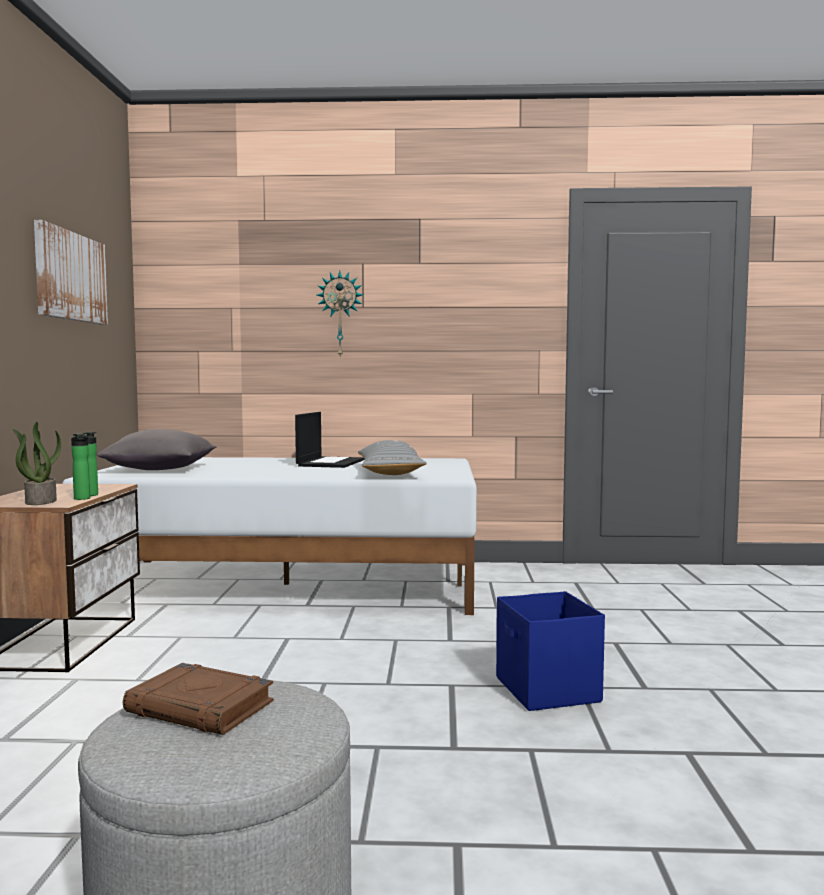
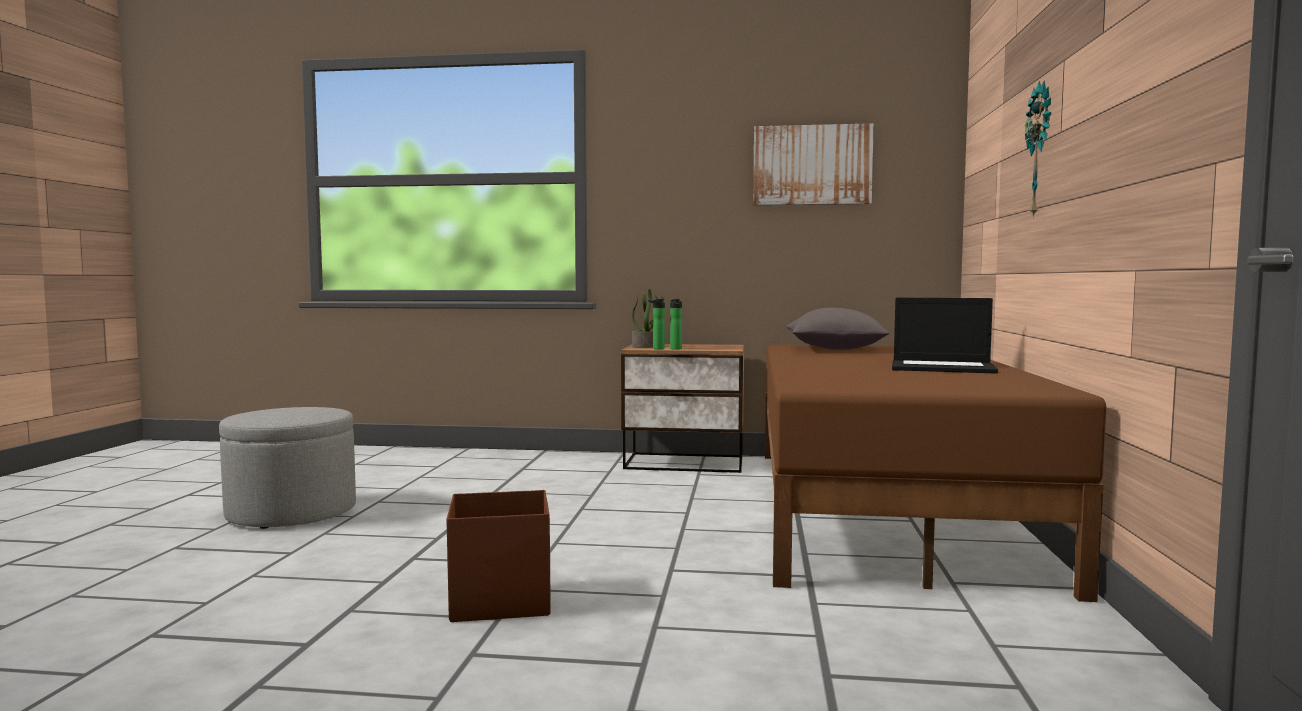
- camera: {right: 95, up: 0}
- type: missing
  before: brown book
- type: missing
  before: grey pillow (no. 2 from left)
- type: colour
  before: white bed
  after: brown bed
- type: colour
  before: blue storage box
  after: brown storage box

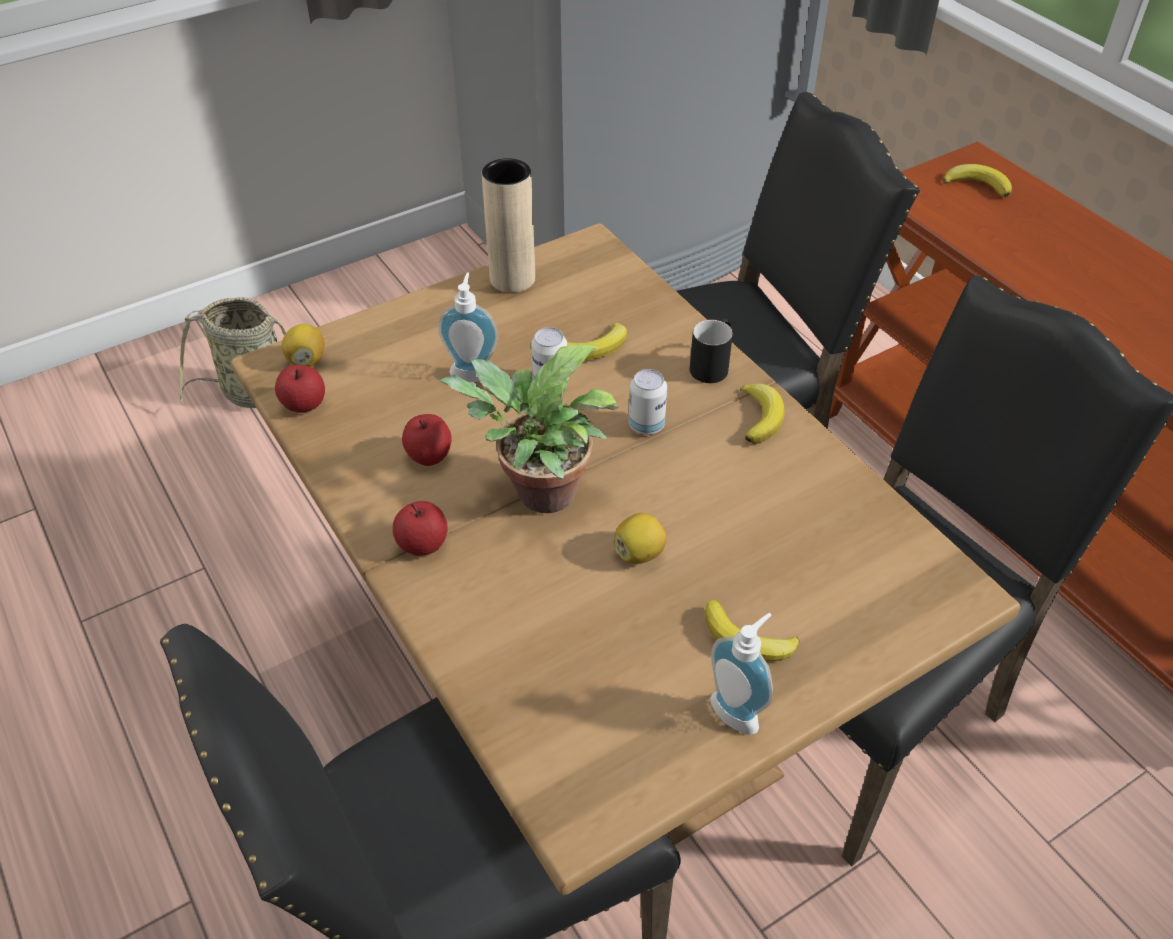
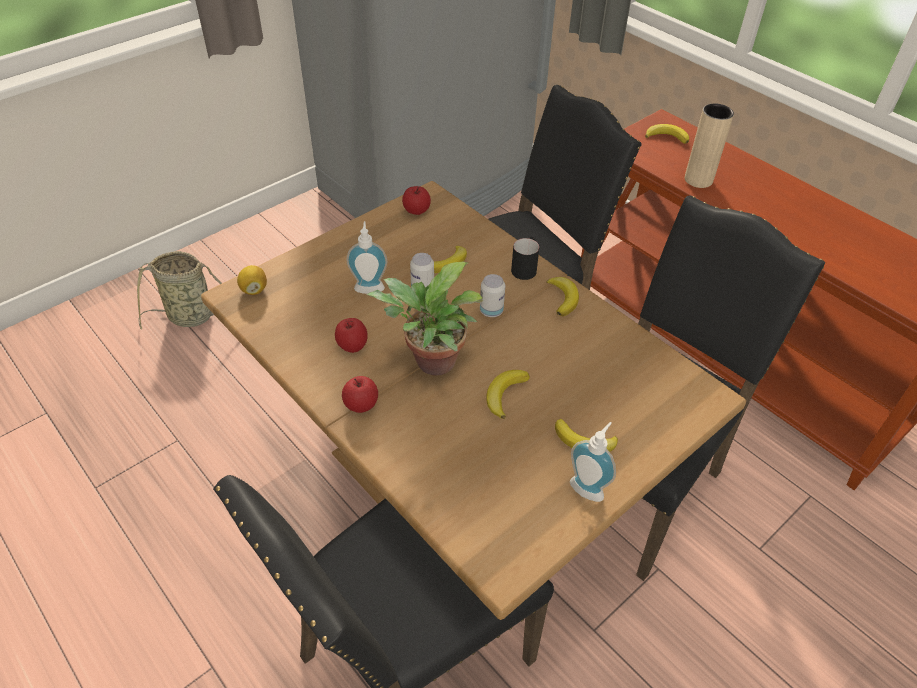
- camera: {right: -10, up: 0}
- type: relocated
  before: apple (no. 1 from left in the first image)
  after: apple (no. 3 from left)
- type: relocated
  before: beige vase
- type: exchanged
  before: lemon (no. 2 from left)
  after: banana (no. 2 from left)

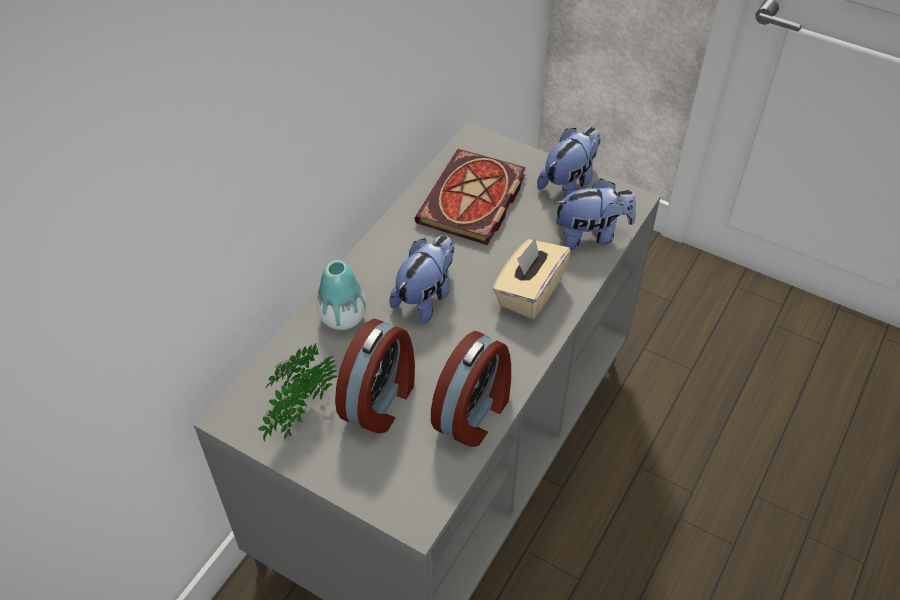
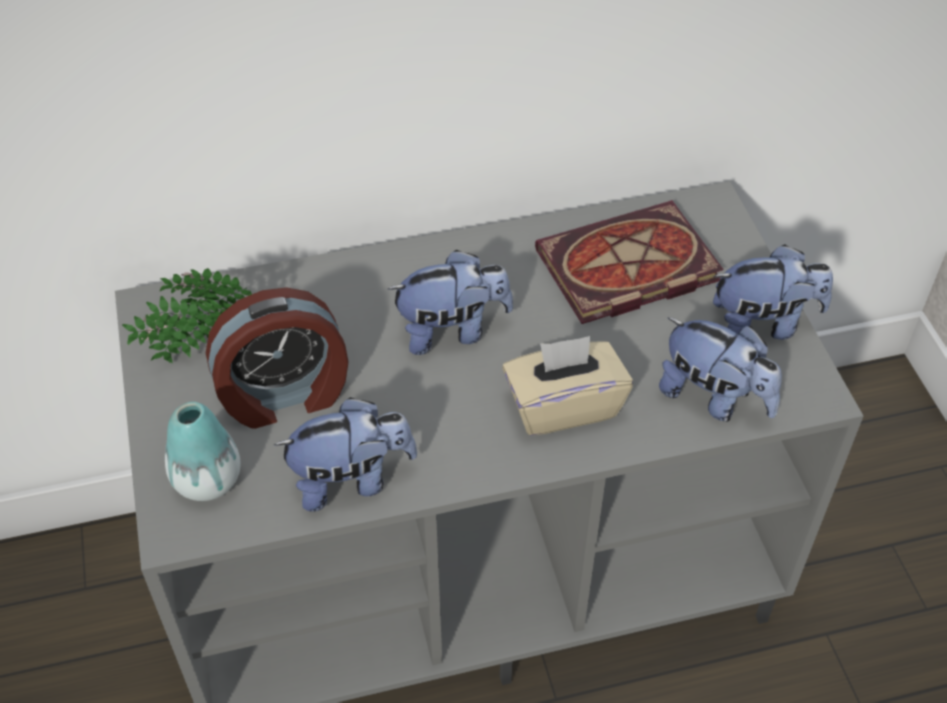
- camera: {right: 45, up: 0}
- type: relocated
  before: vase
- type: exchanged
  before: alarm clock (no. 2 from left)
  after: plush toy (no. 1 from left)

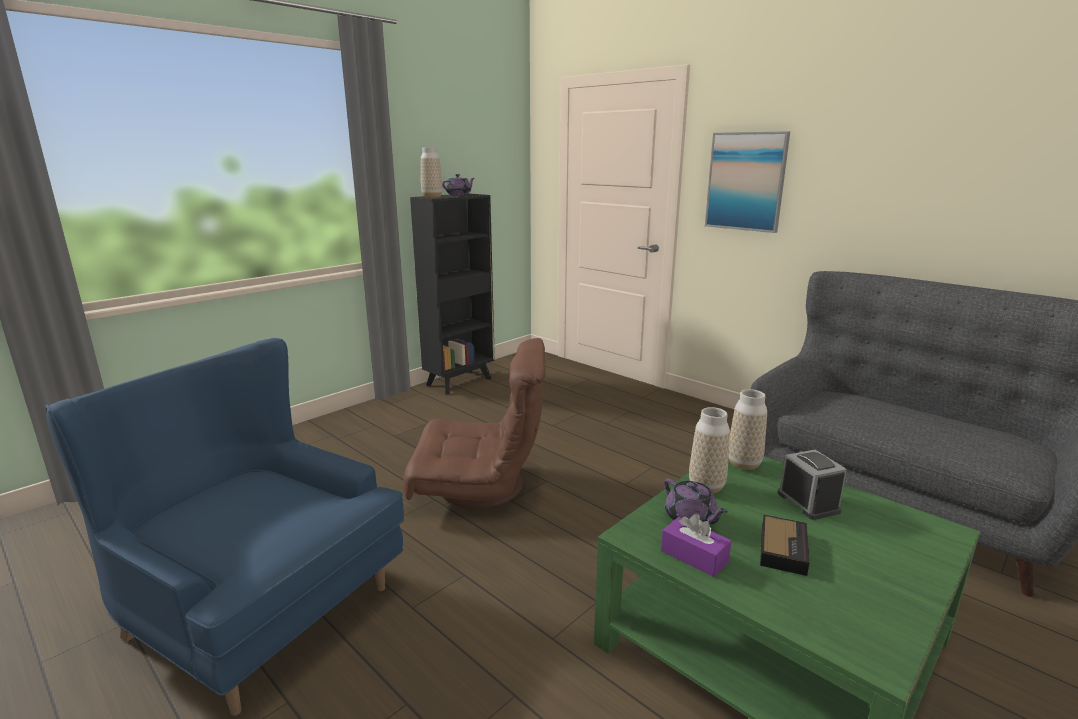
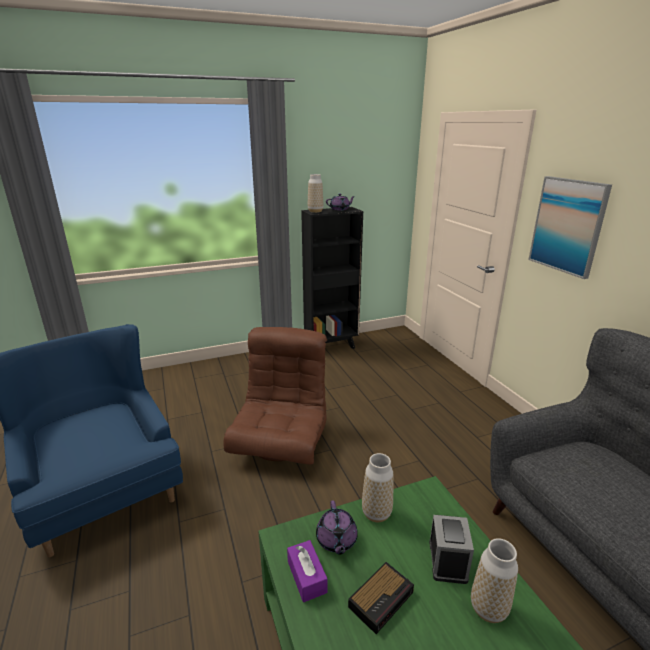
- camera: {right: 25, up: 5}
- type: relocated
  before: vase (no. 3 from left)
- type: spun
  before: brown armchair
  turn: -105

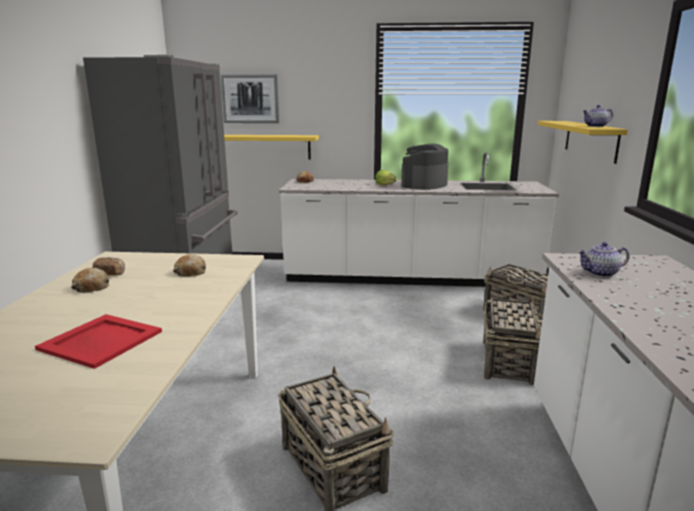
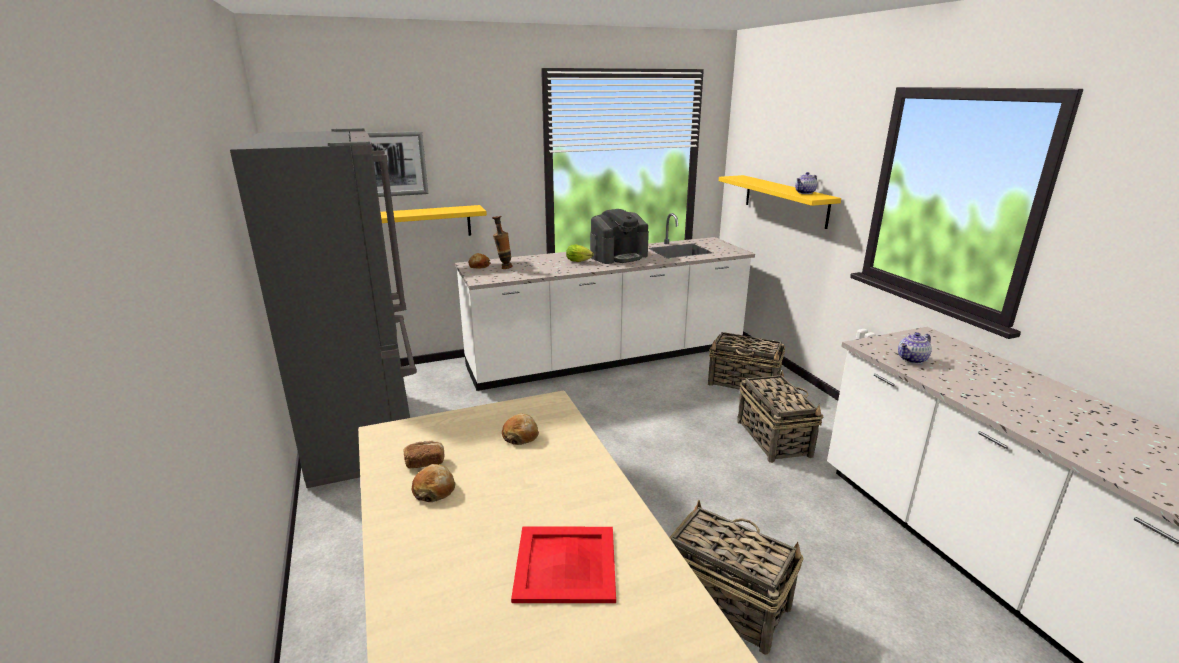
- camera: {right: -25, up: 5}
- type: appeared
  after: vase
- type: spun
  before: coffee machine
  turn: -135

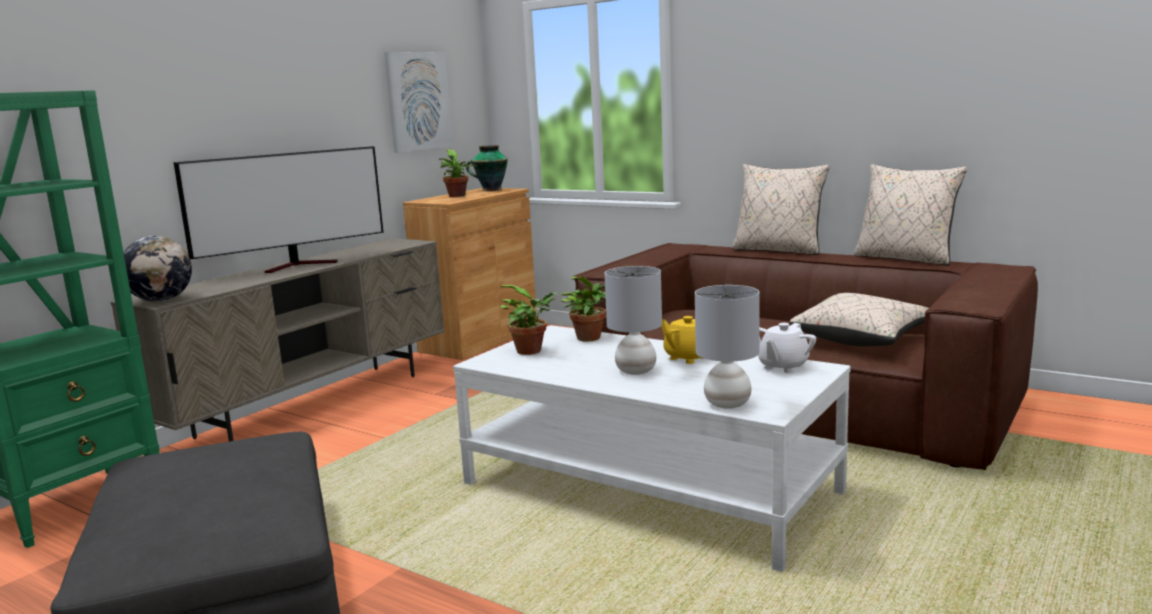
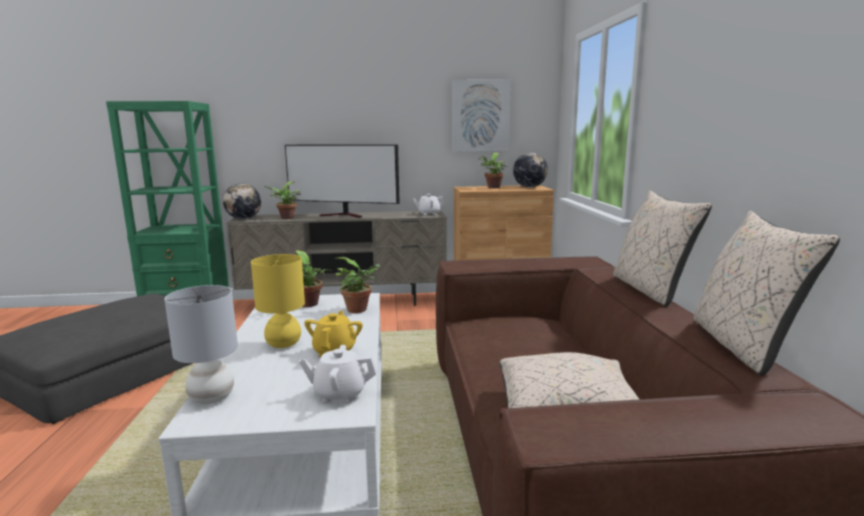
- camera: {right: 50, up: 0}
- type: appeared
  after: potted plant (no. 1 from left)
- type: appeared
  after: white teapot (no. 2 from left)
- type: exchanged
  before: vase
  after: globe (no. 2 from left)
- type: colour
  before: grey table lamp (no. 1 from left)
  after: yellow table lamp

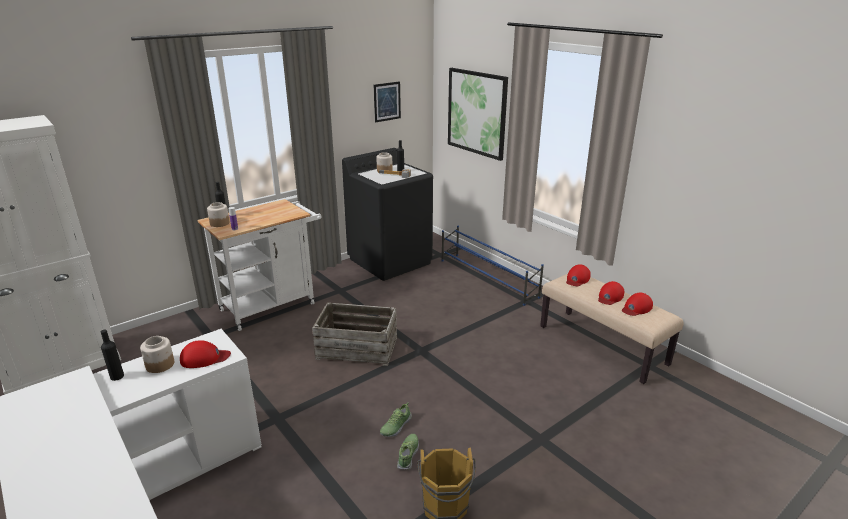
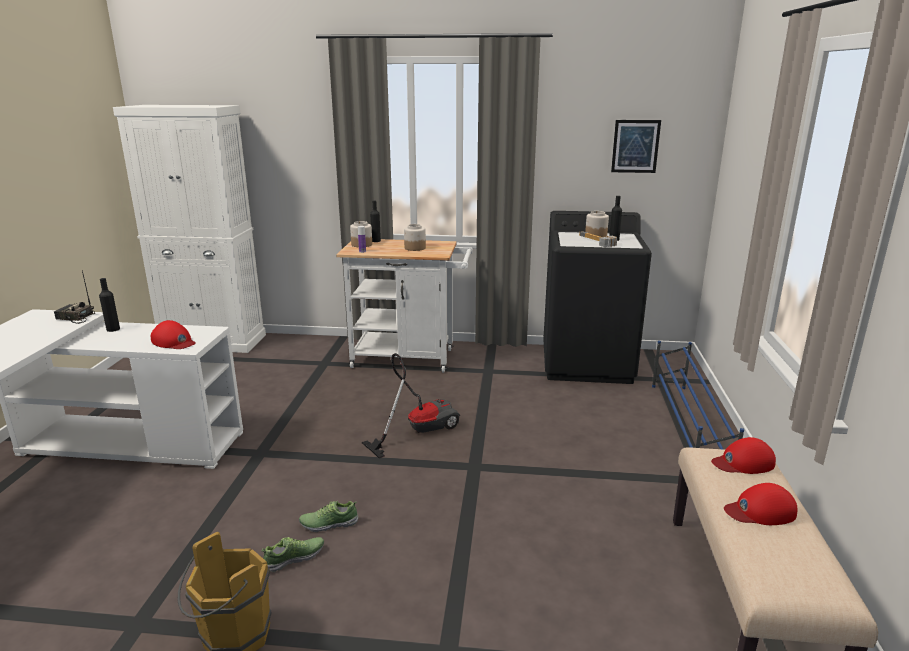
- camera: {right: 45, up: -5}
- type: missing
  before: picture (no. 2 from left)
- type: missing
  before: red cap (no. 4 from left)
- type: appeared
  after: radio
- type: relocated
  before: jar (no. 1 from left in the first image)
  after: jar (no. 2 from left)
- type: exchanged
  before: crate
  after: vacuum cleaner

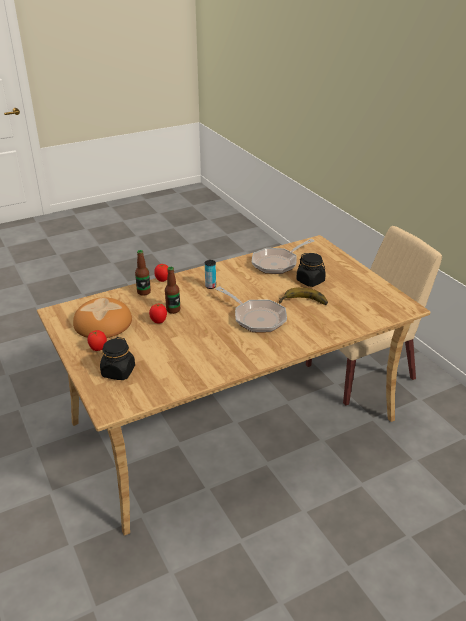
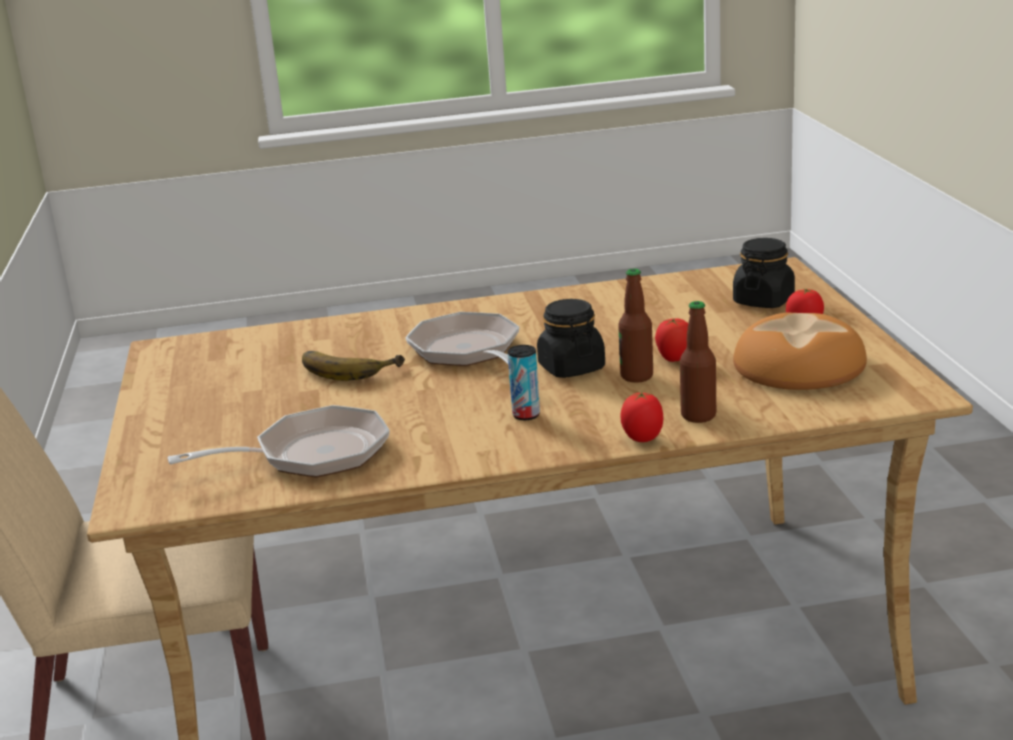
- camera: {right: -160, up: -10}
- type: relocated
  before: black jar (no. 2 from left in the first image)
  after: black jar (no. 1 from left)

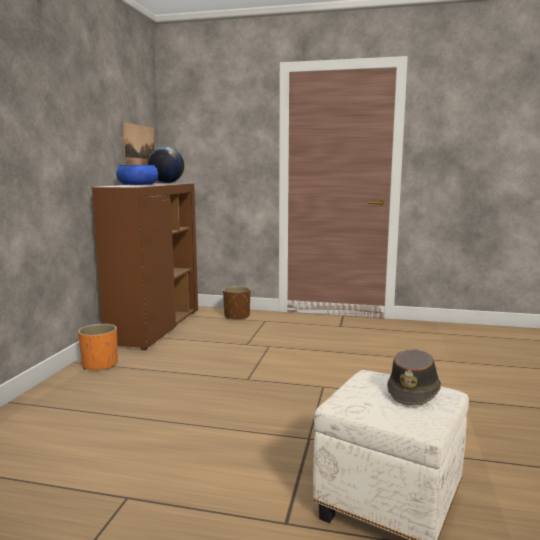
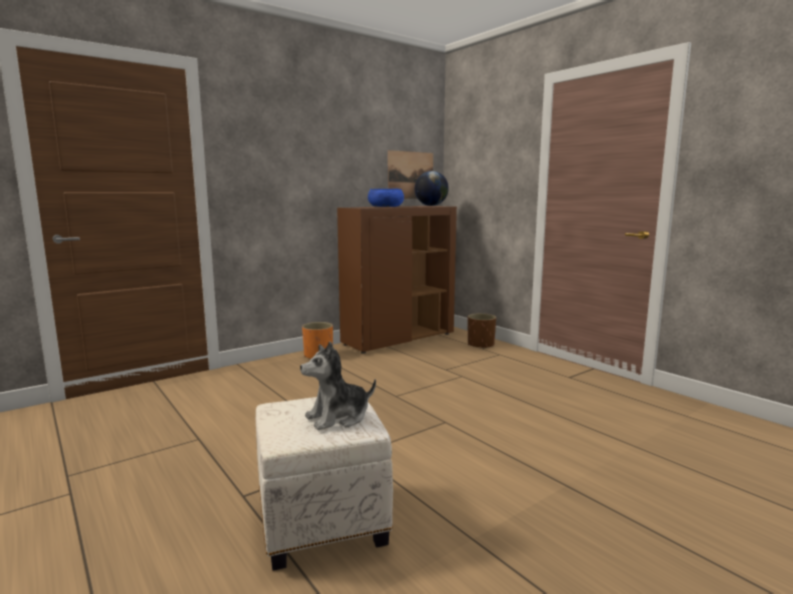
- camera: {right: 40, up: 0}
- type: exchanged
  before: brown hat
  after: plush toy

